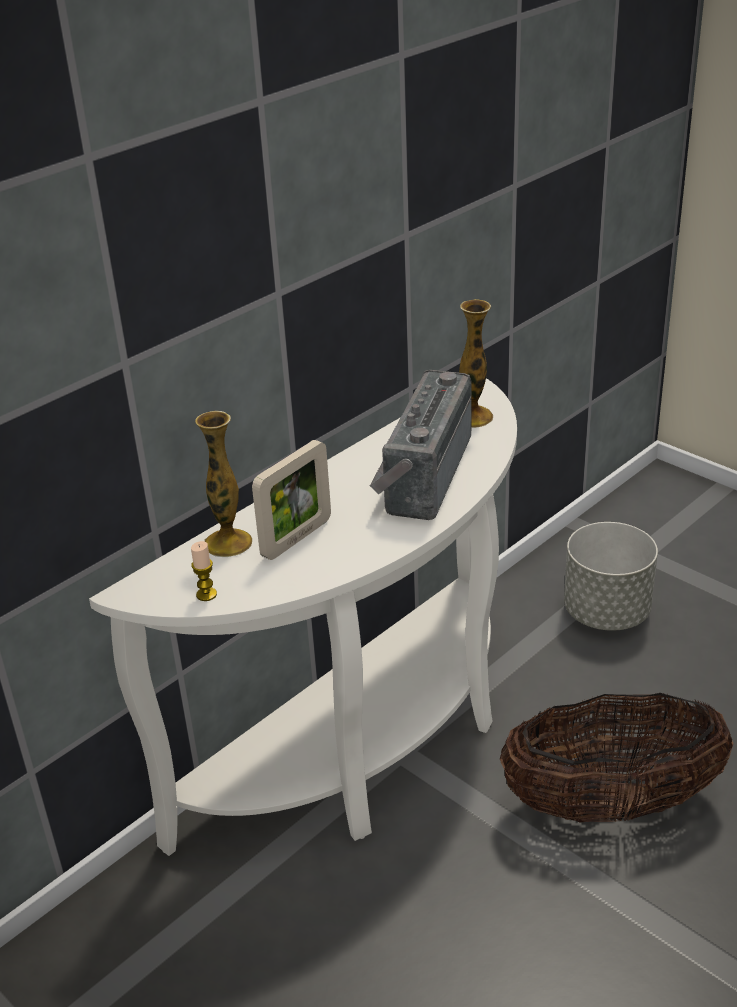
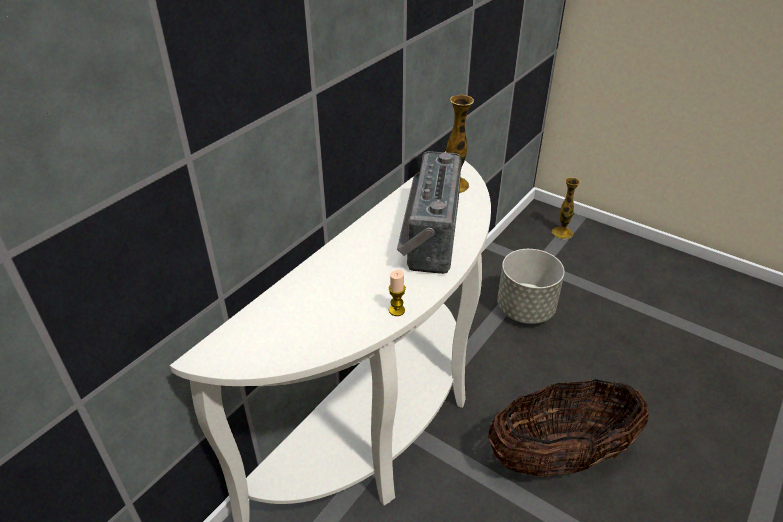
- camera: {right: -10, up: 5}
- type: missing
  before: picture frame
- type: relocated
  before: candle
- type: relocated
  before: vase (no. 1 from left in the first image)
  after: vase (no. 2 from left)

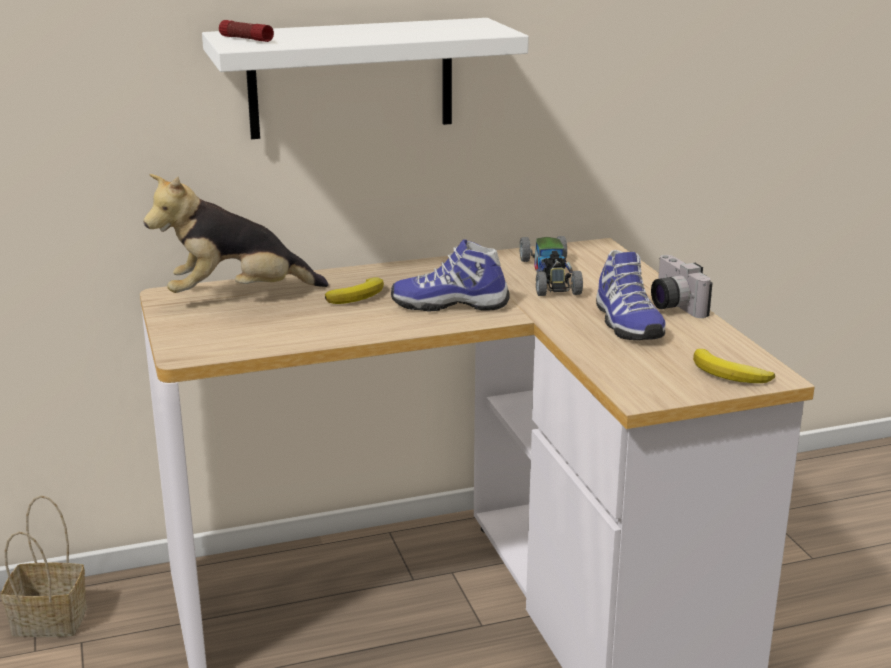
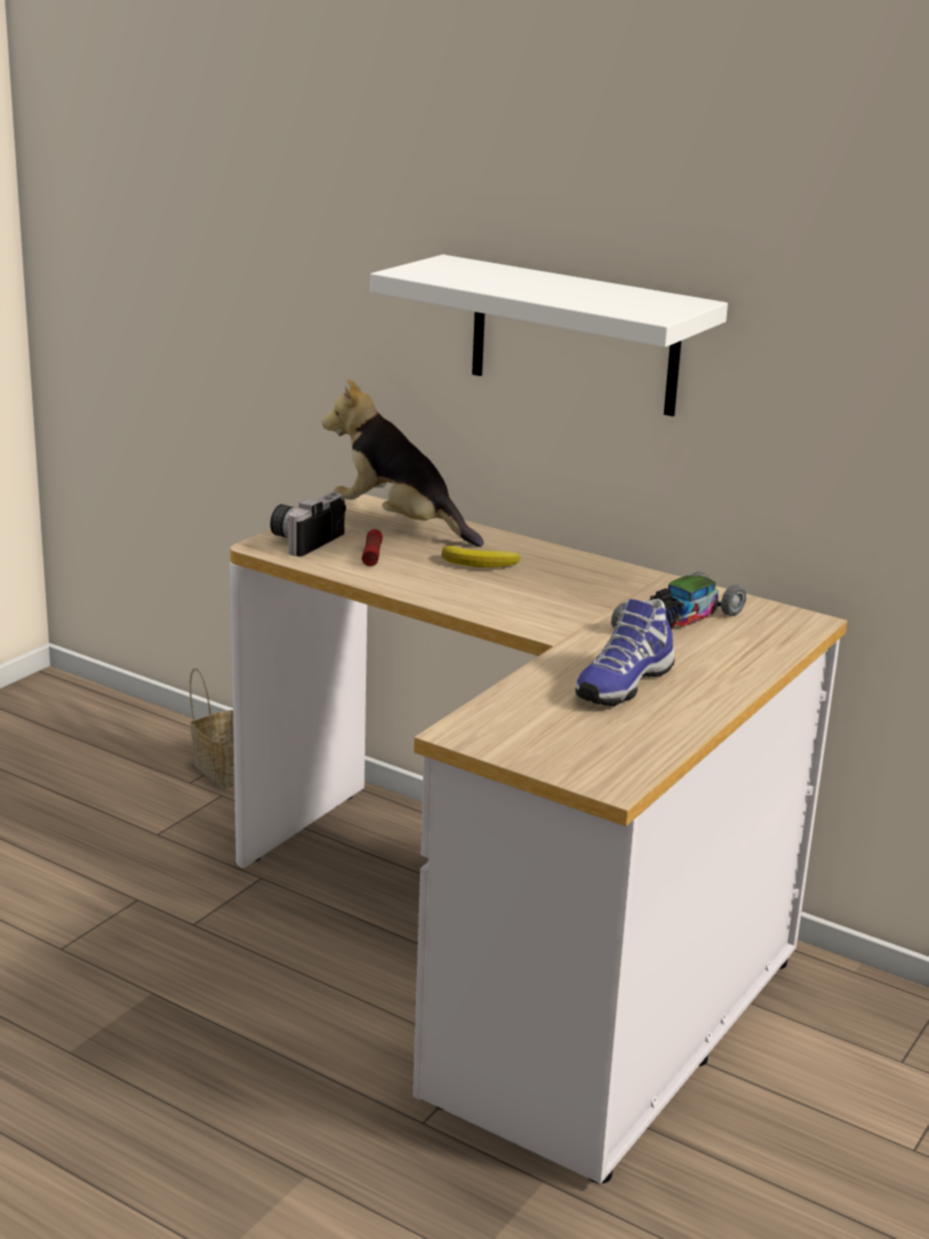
- camera: {right: 50, up: 0}
- type: missing
  before: shoe (no. 1 from left)
- type: missing
  before: banana (no. 2 from left)
- type: relocated
  before: flashlight
- type: relocated
  before: photo camera

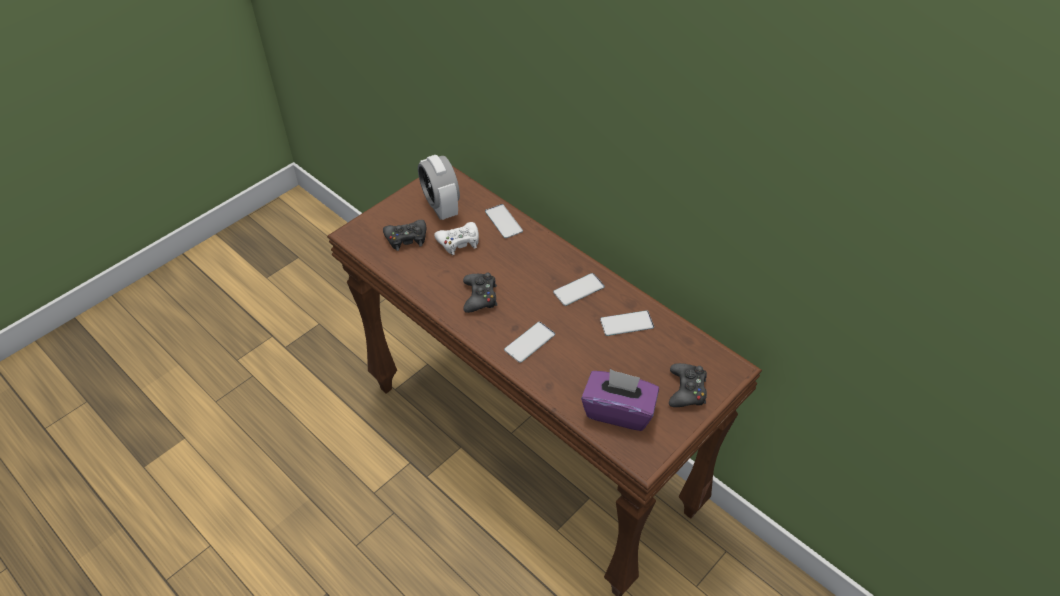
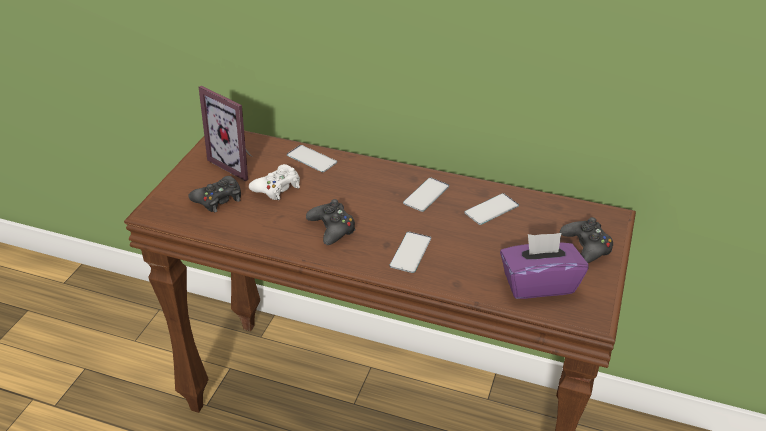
- camera: {right: -25, up: -10}
- type: exchanged
  before: alarm clock
  after: picture frame

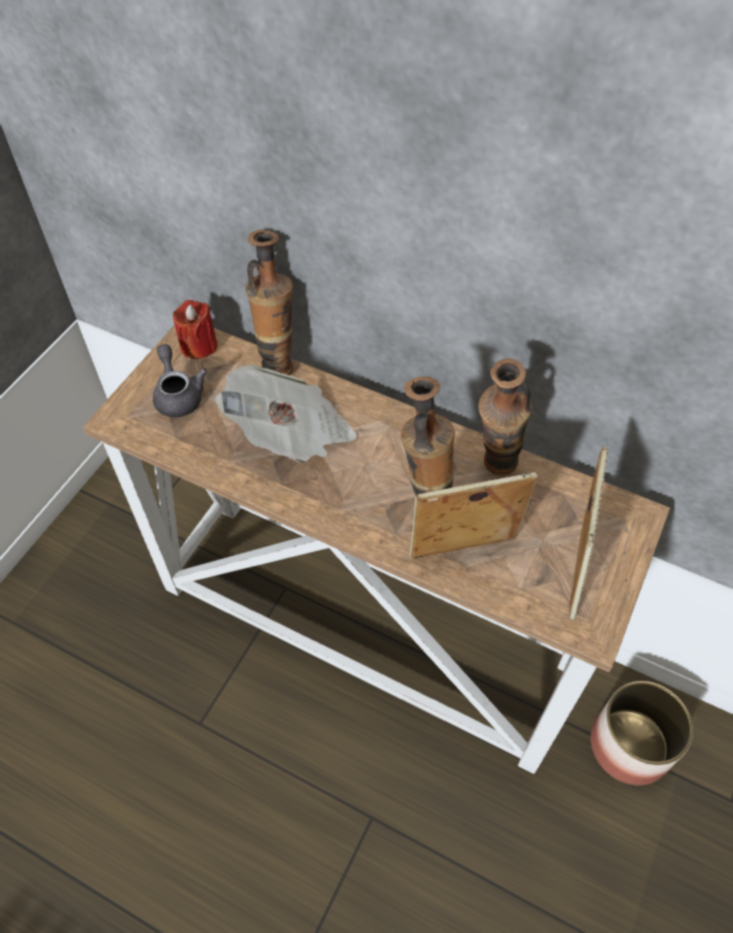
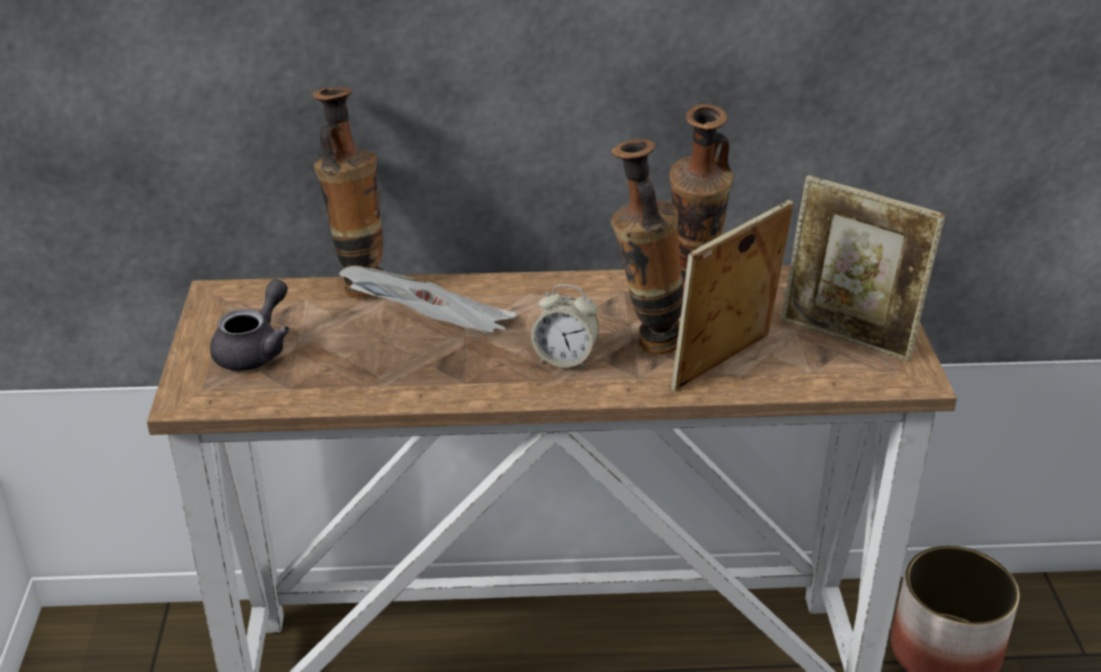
- camera: {right: -30, up: -20}
- type: missing
  before: red candle
- type: appeared
  after: alarm clock
- type: spun
  before: grey teapot
  turn: 75
- type: spun
  before: picture frame (no. 2 from left)
  turn: 135

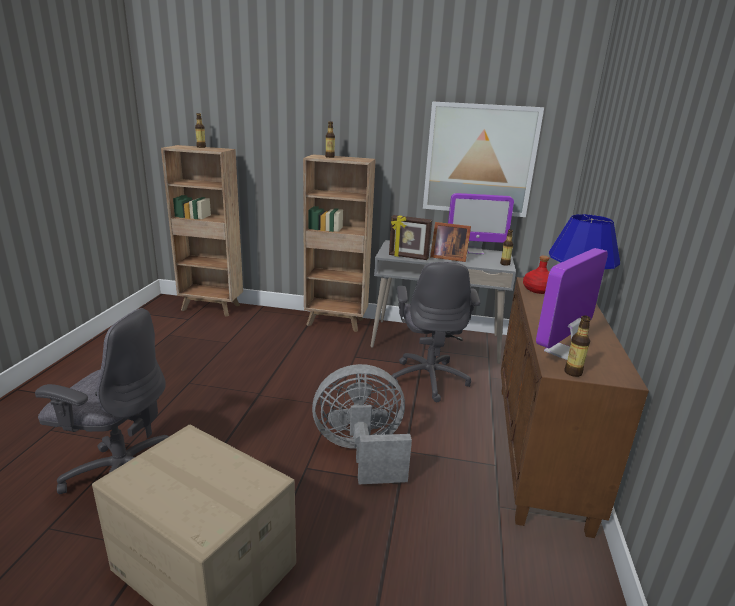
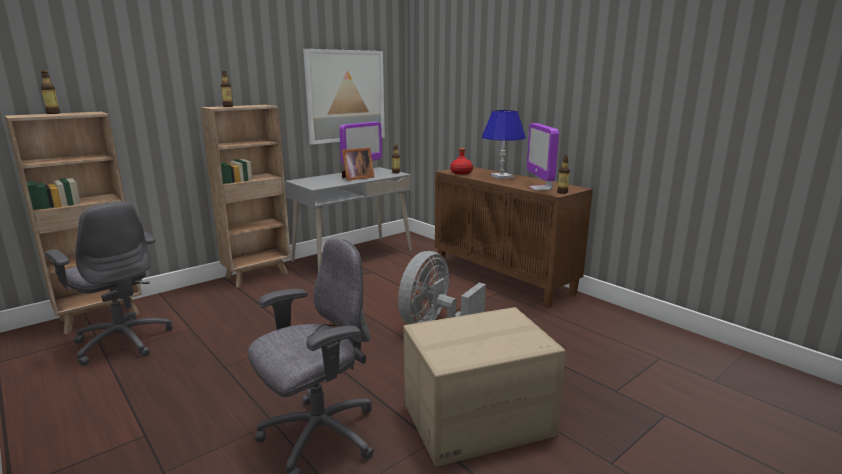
- camera: {right: -50, up: -5}
- type: missing
  before: picture frame (no. 1 from left)
- type: relocated
  before: grey office chair (no. 2 from left in the first image)
  after: grey office chair (no. 1 from left)

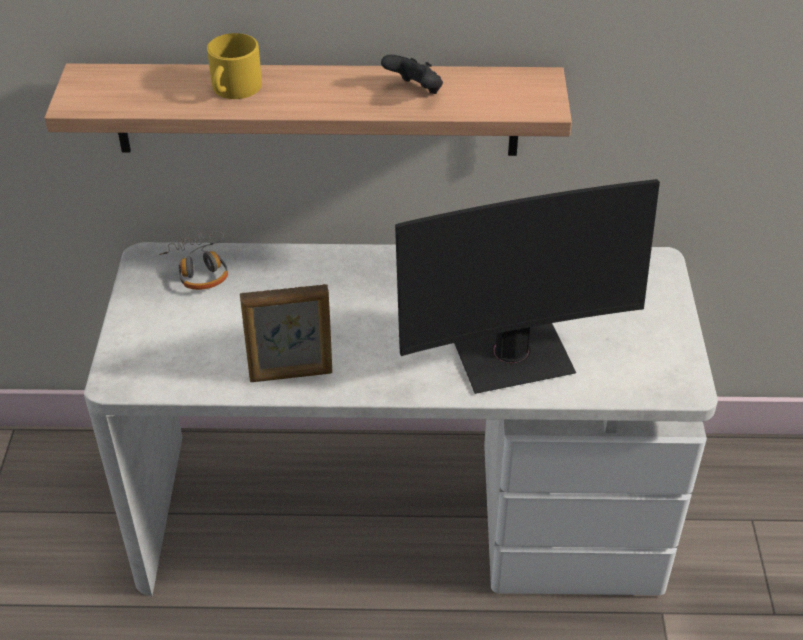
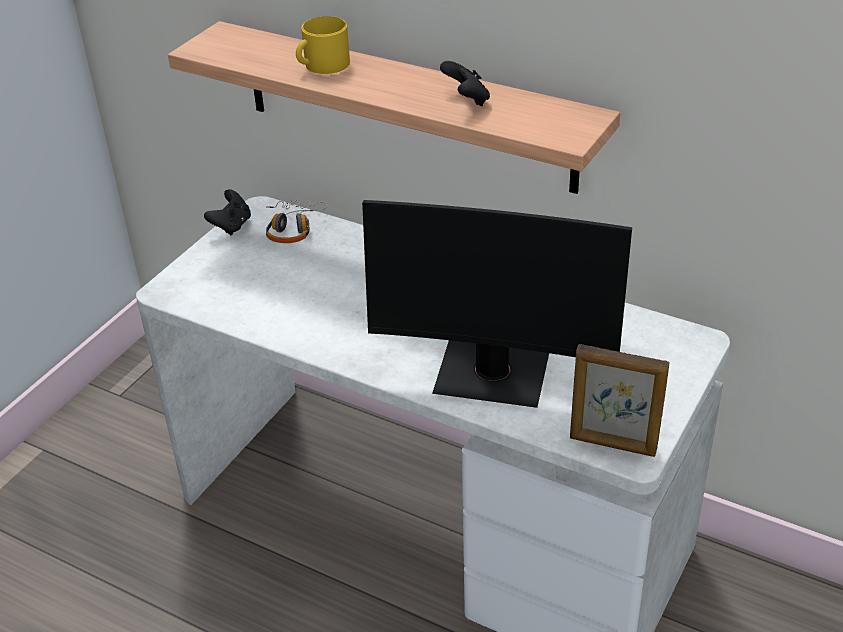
- camera: {right: 30, up: -5}
- type: appeared
  after: black game controller (no. 1 from left)
- type: relocated
  before: picture frame

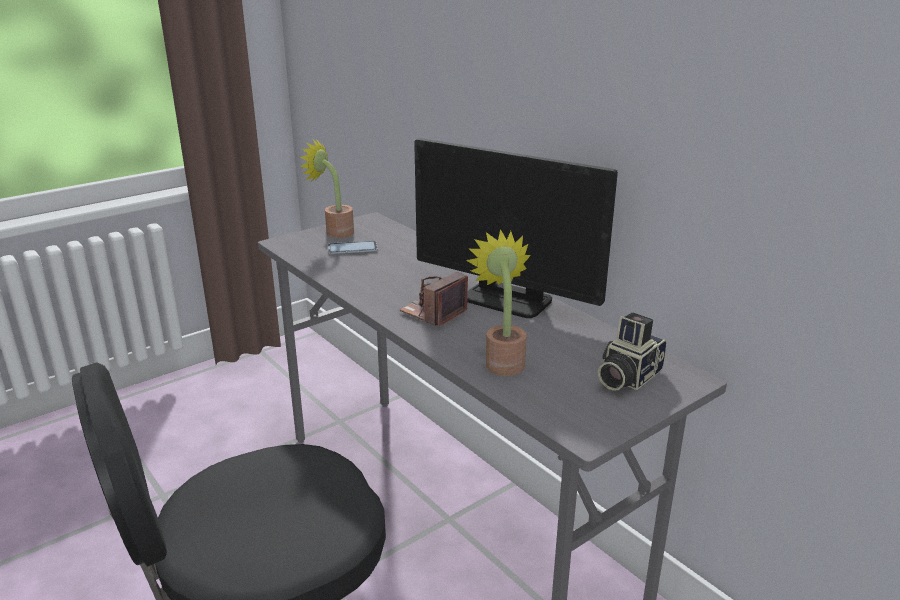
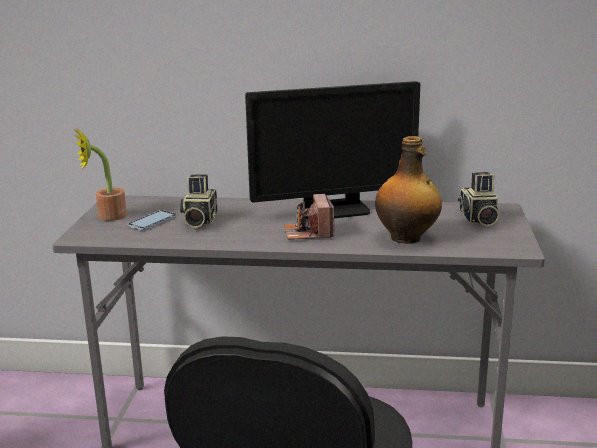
- camera: {right: -45, up: -5}
- type: appeared
  after: photo camera (no. 1 from left)
- type: exchanged
  before: potted plant (no. 2 from left)
  after: bottle

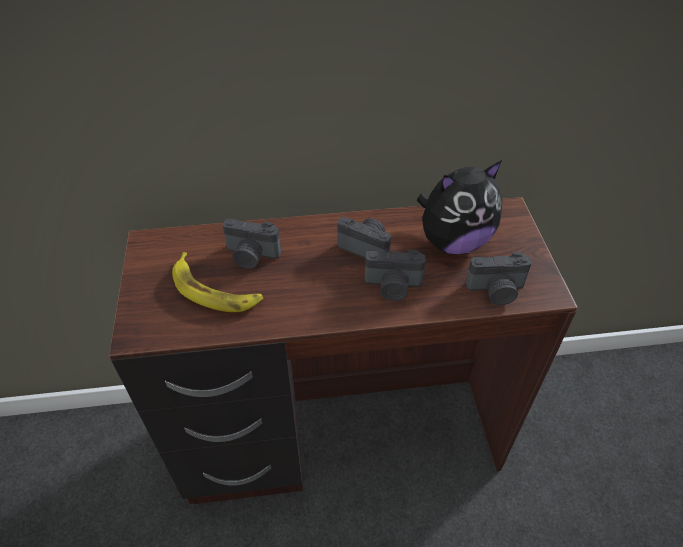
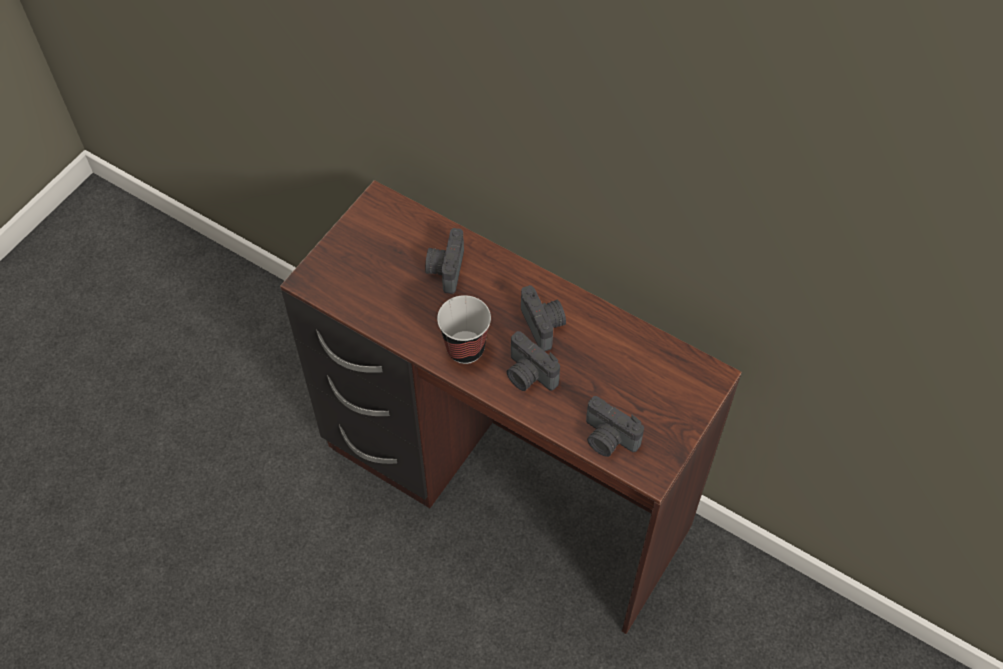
- camera: {right: 40, up: 10}
- type: missing
  before: banana
- type: missing
  before: plush toy
- type: appeared
  after: cup
- type: spun
  before: photo camera (no. 1 from left)
  turn: 45

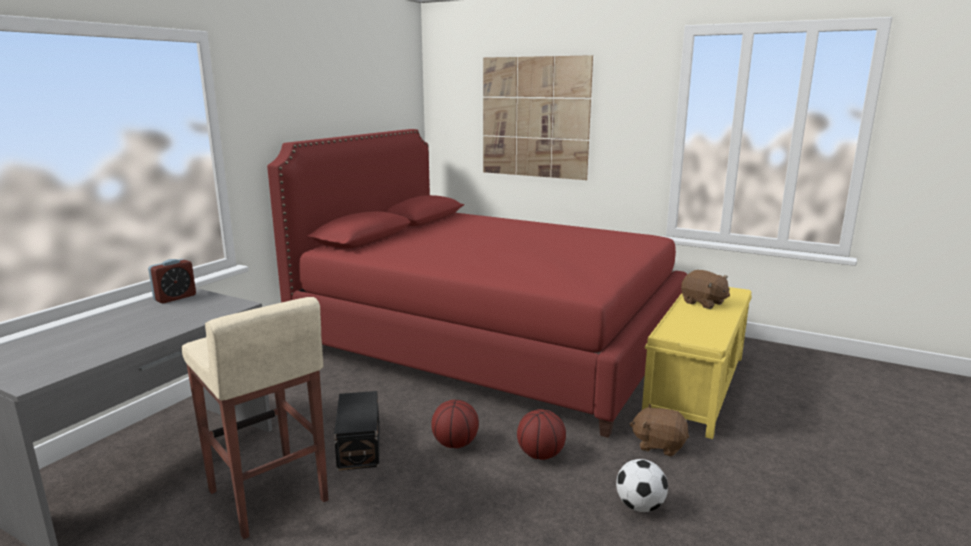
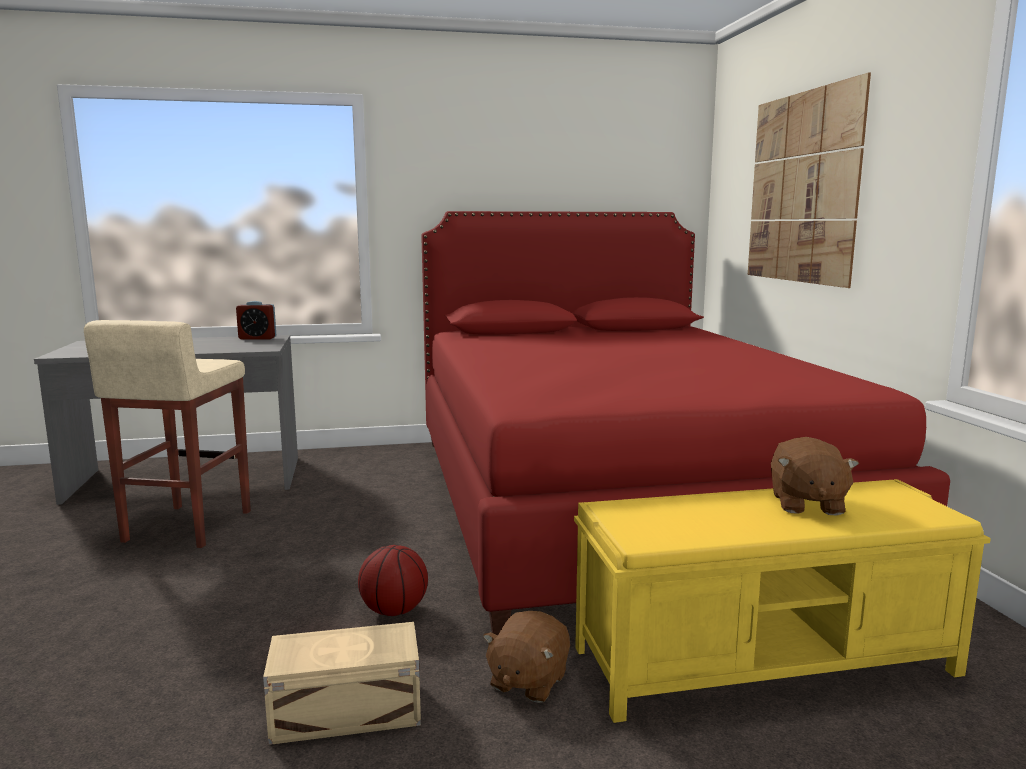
- camera: {right: 50, up: -5}
- type: missing
  before: black storage box
- type: missing
  before: basketball (no. 1 from left)
- type: exchanged
  before: football
  after: beige storage box
- type: spun
  before: brown plush toy (no. 1 from left)
  turn: -135

